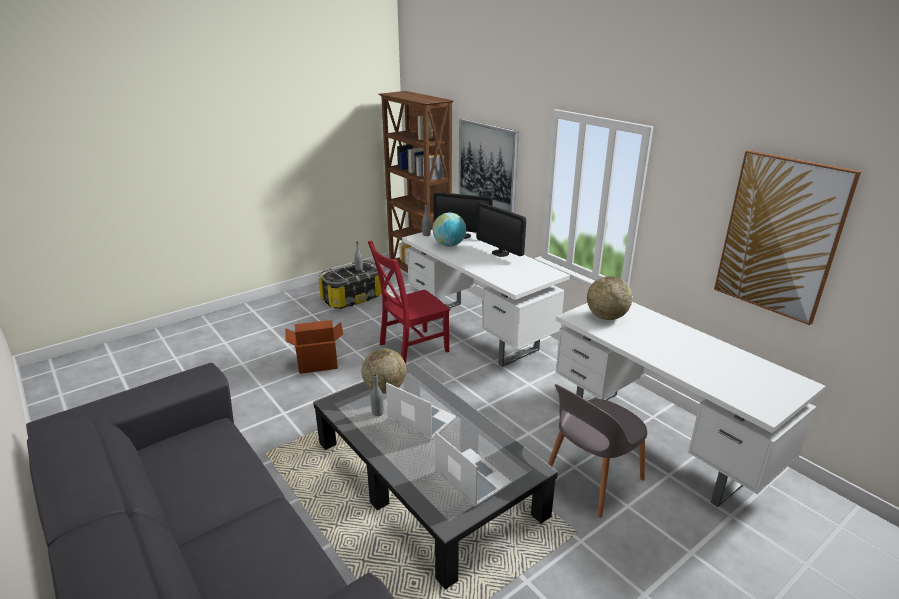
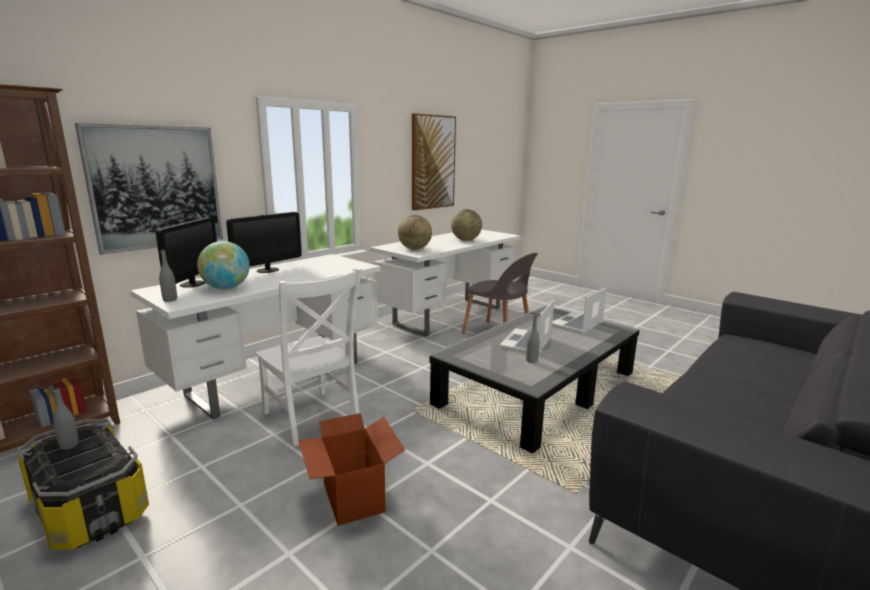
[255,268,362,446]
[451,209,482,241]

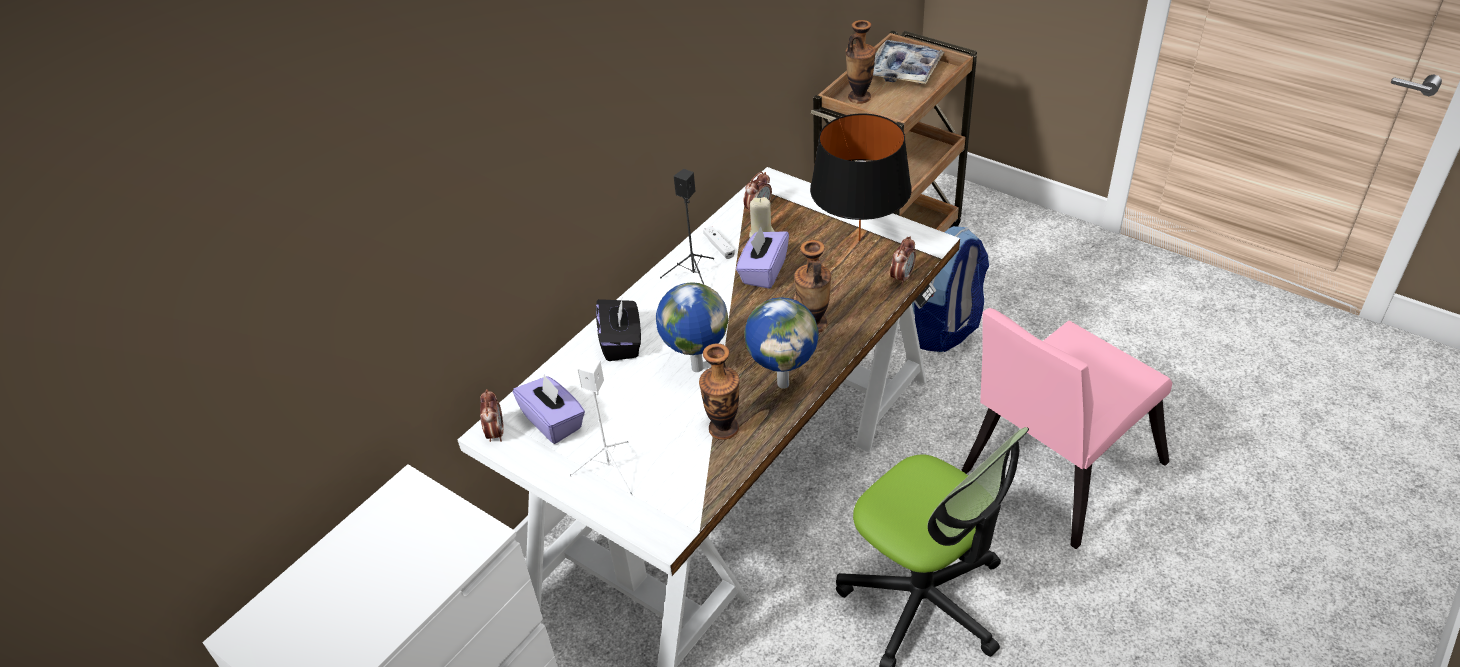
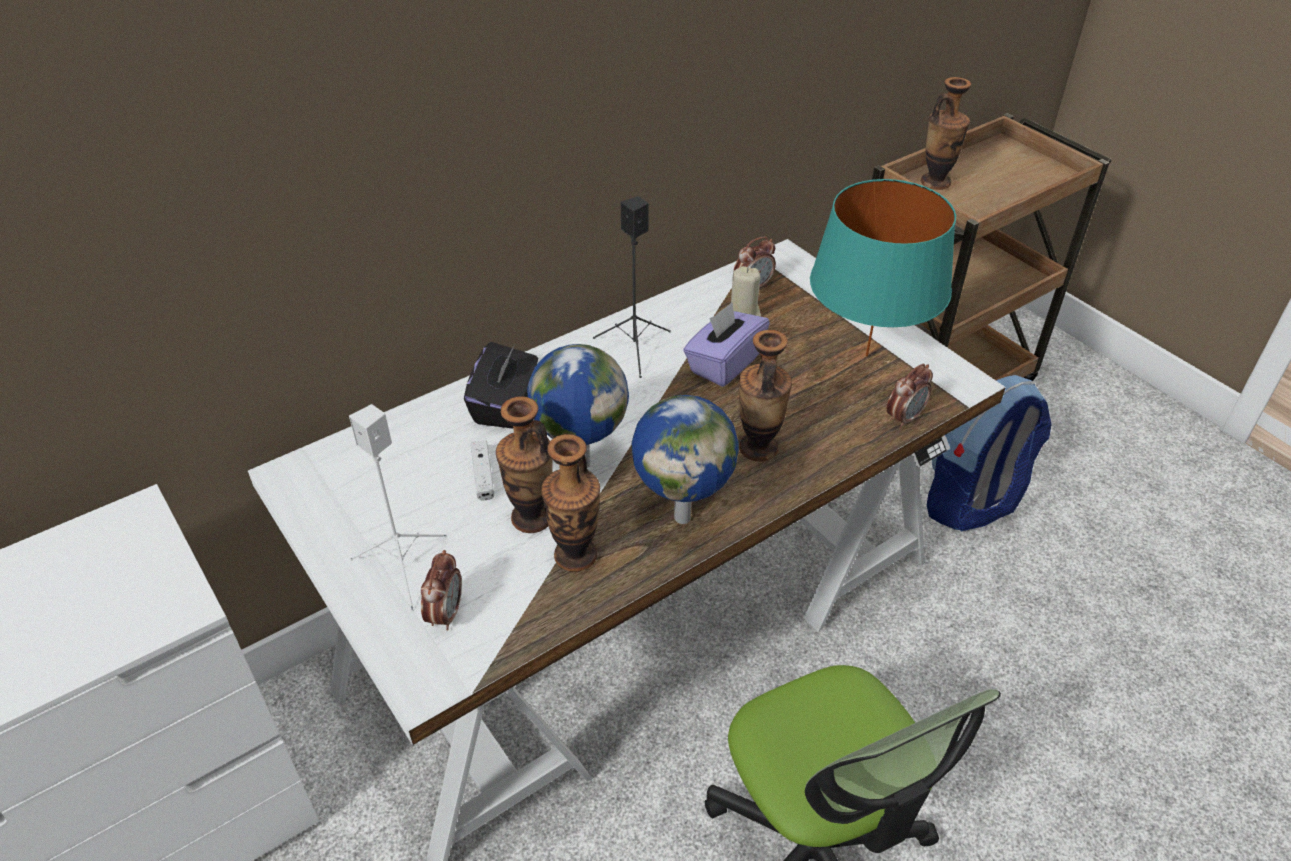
[873,40,944,84] (first image)
[810,179,956,356]
[471,440,494,501]
[961,308,1172,549] (first image)
[513,374,585,444] (first image)
[421,550,462,631]
[496,396,553,533]

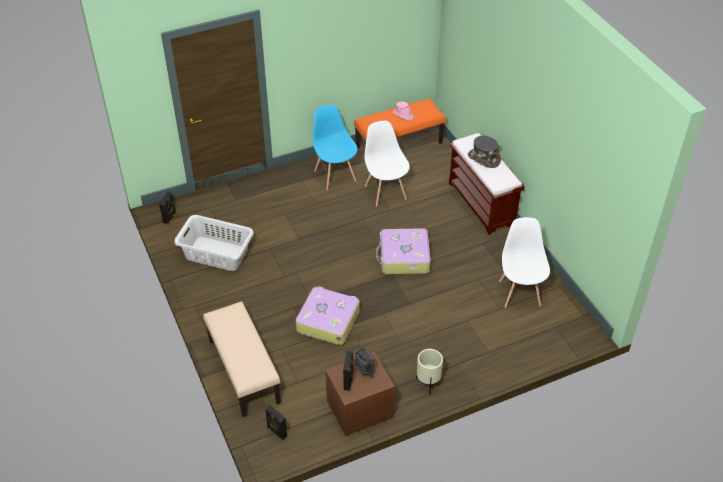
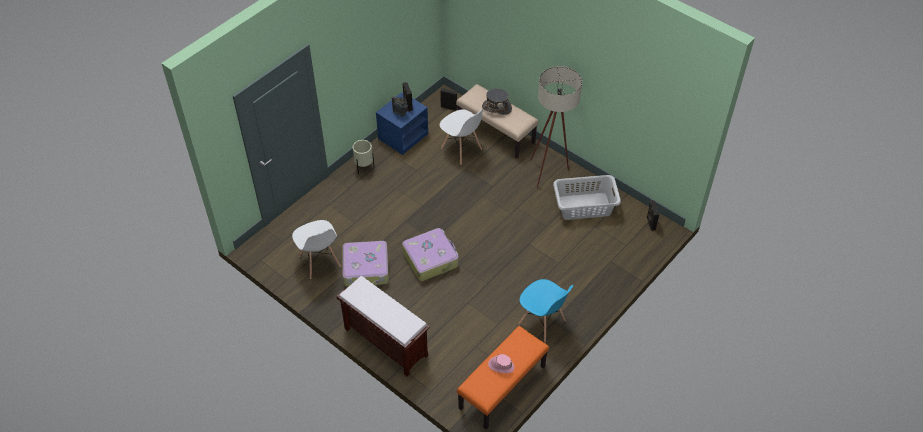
[440,109,483,165]
[482,88,512,115]
[343,241,389,287]
[376,92,428,155]
[530,66,582,189]

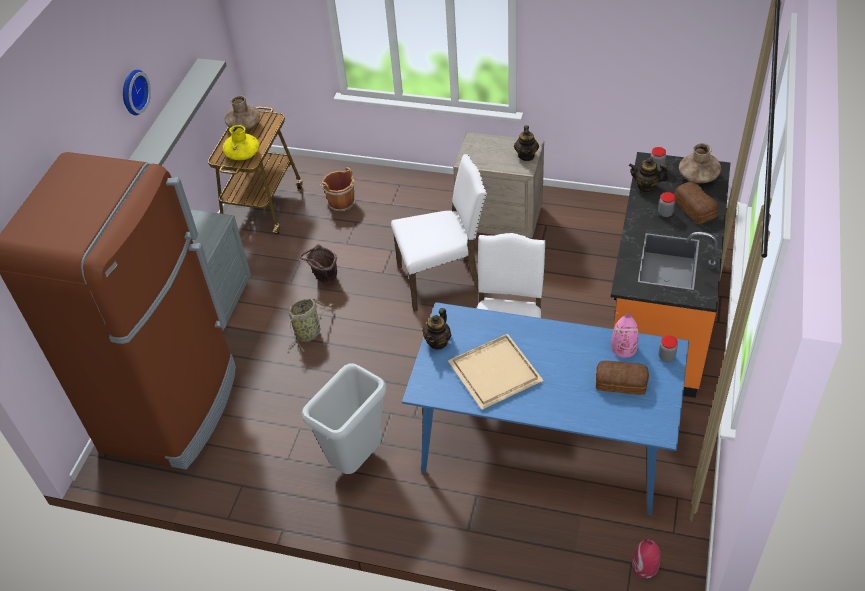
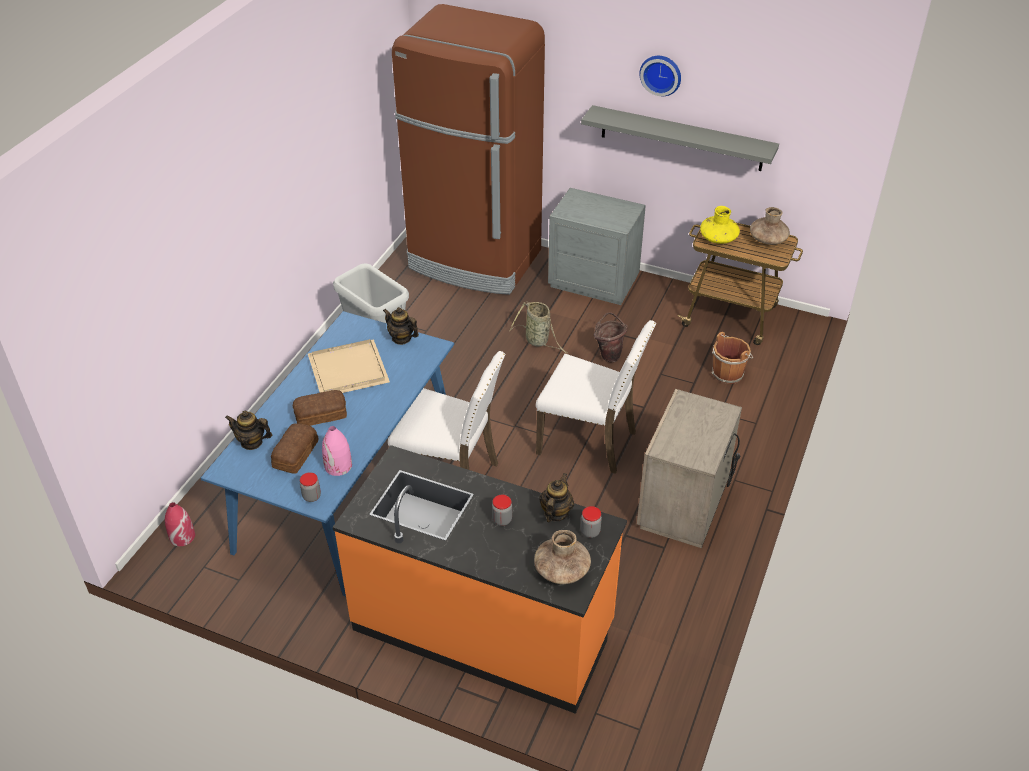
[225,411,272,450]
[536,320,656,474]
[293,390,347,426]

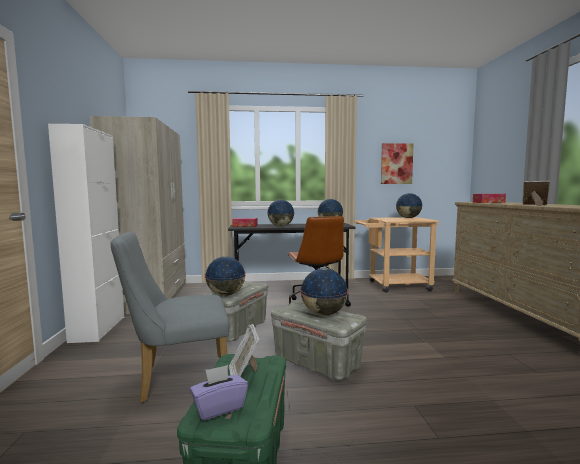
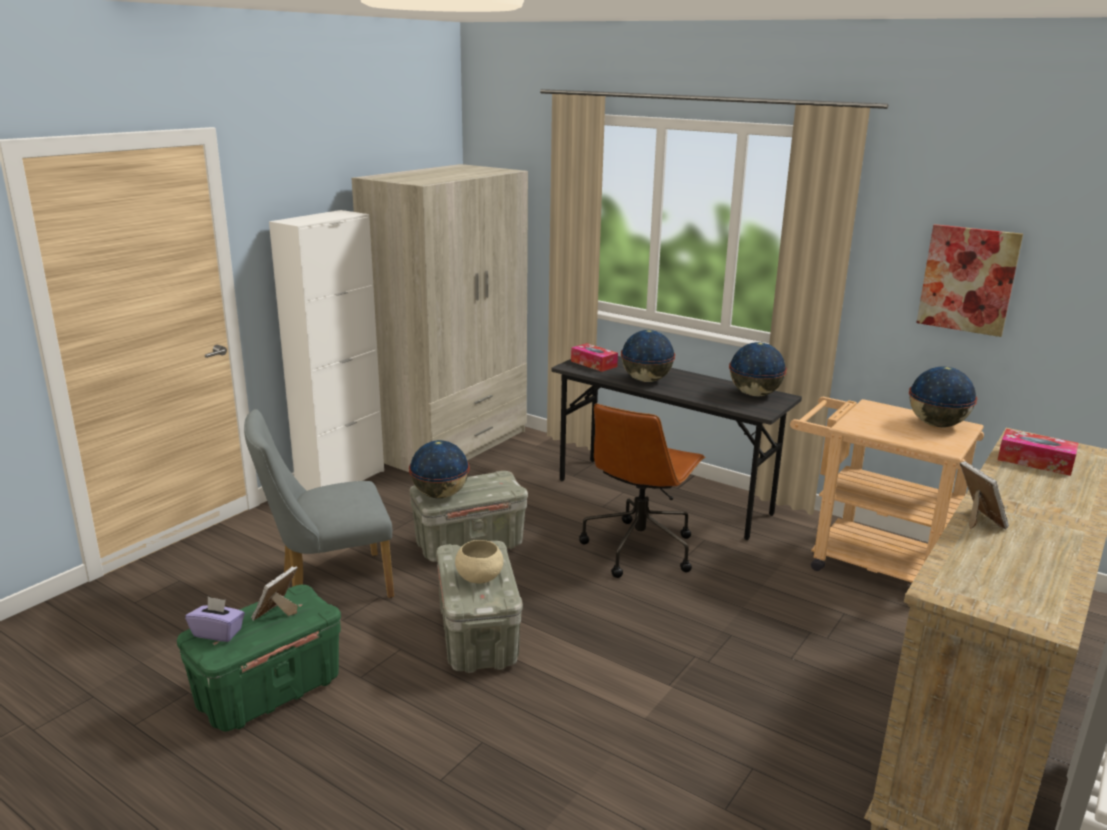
[244,409,394,598]
[455,540,504,584]

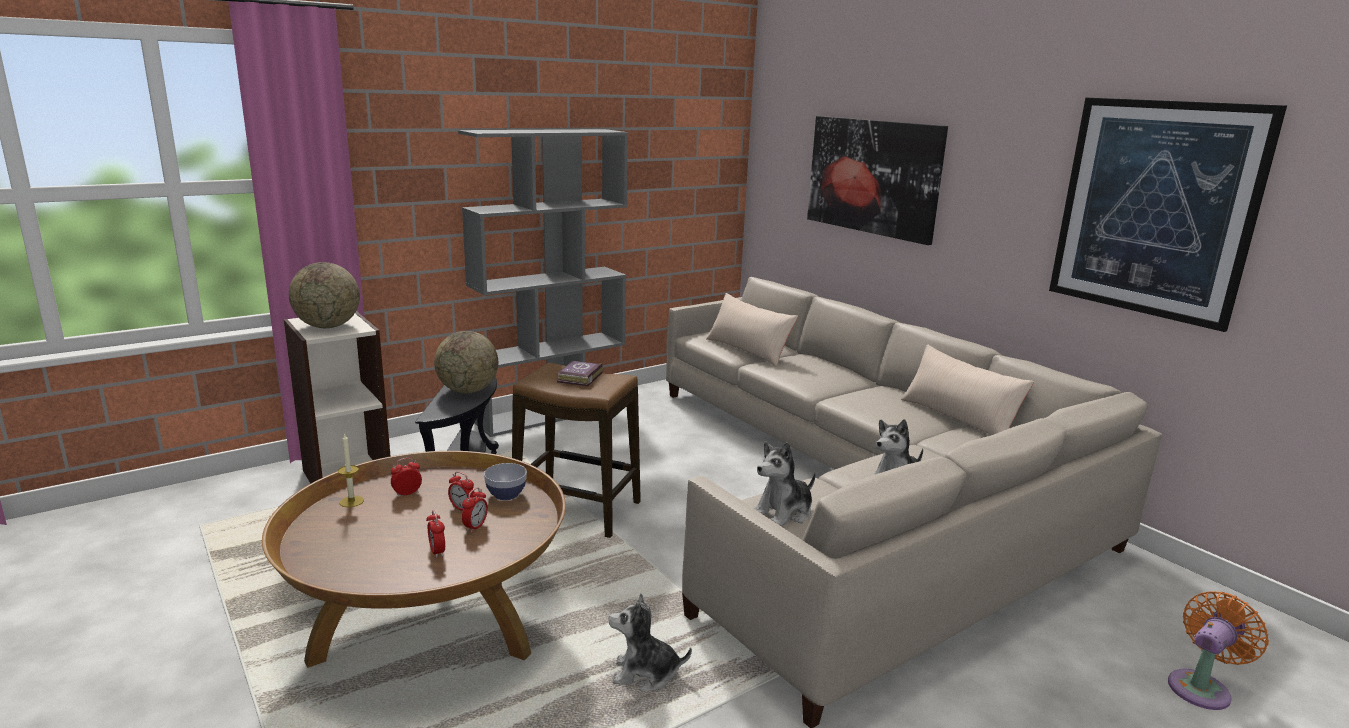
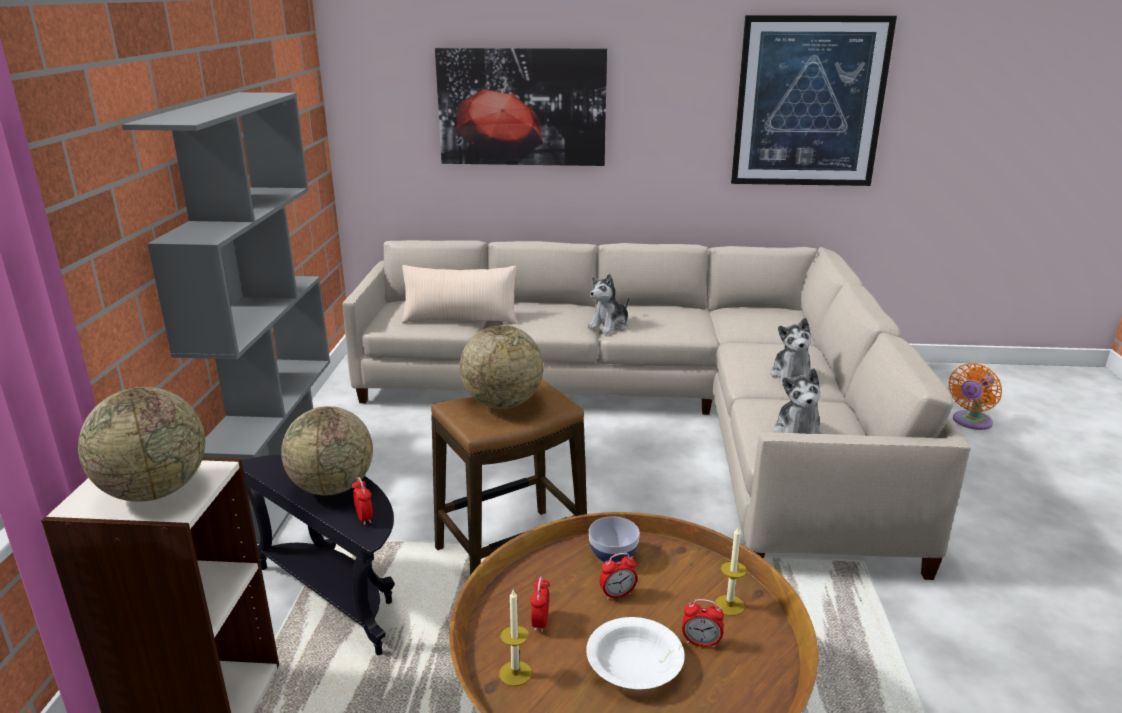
[901,345,1034,435] (first image)
[460,325,543,409]
[352,477,373,525]
[948,363,1002,430]
[587,274,629,334]
[715,527,747,616]
[586,617,685,689]

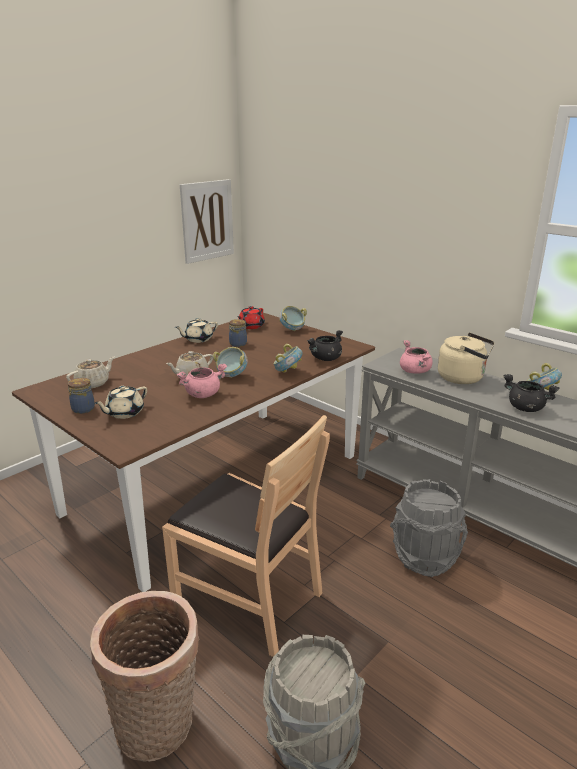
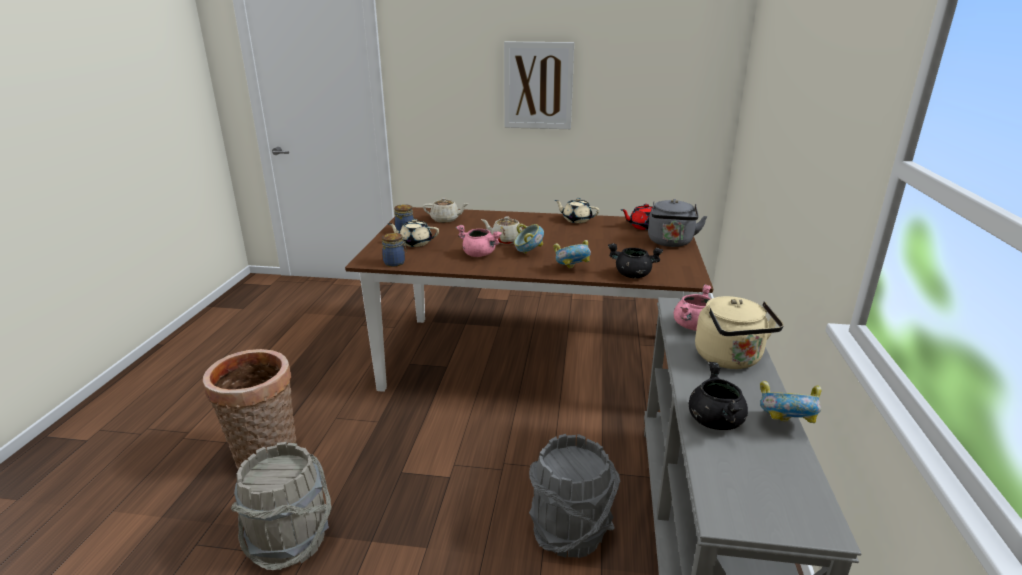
[504,42,574,129]
[648,199,707,247]
[382,233,407,267]
[162,415,330,657] (first image)

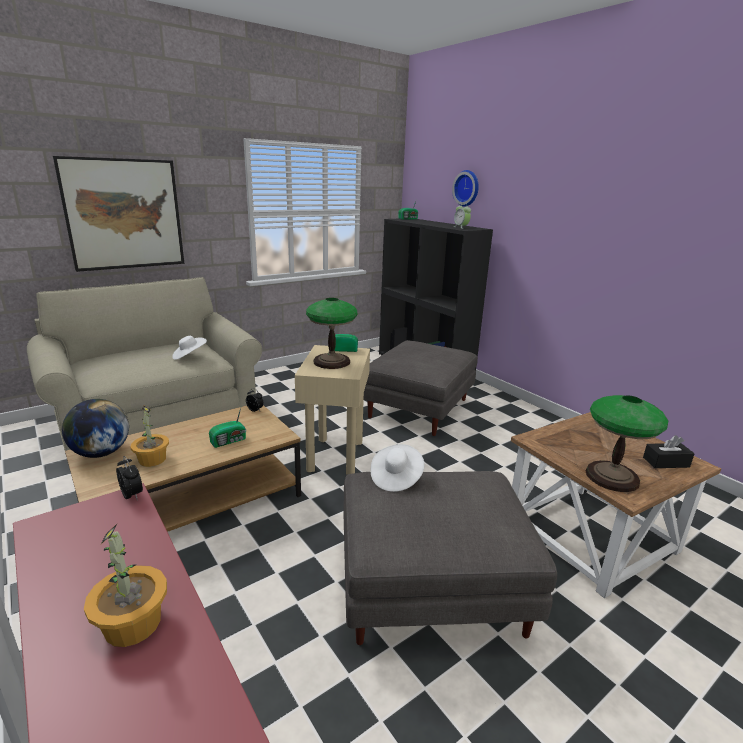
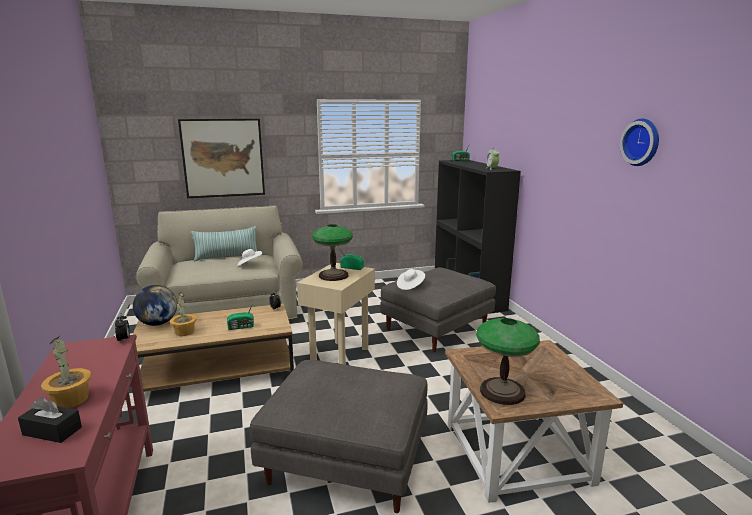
[620,119,659,166]
[18,397,82,443]
[397,269,425,290]
[191,226,257,261]

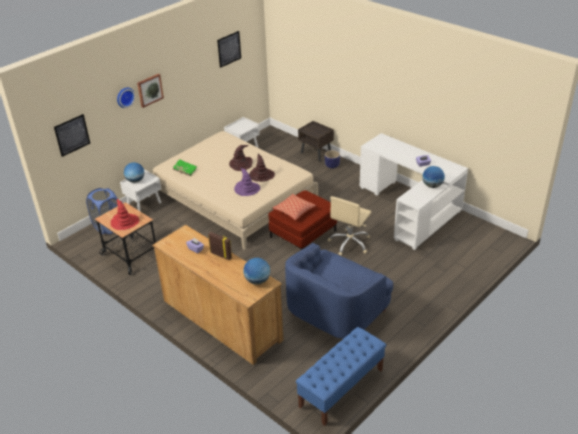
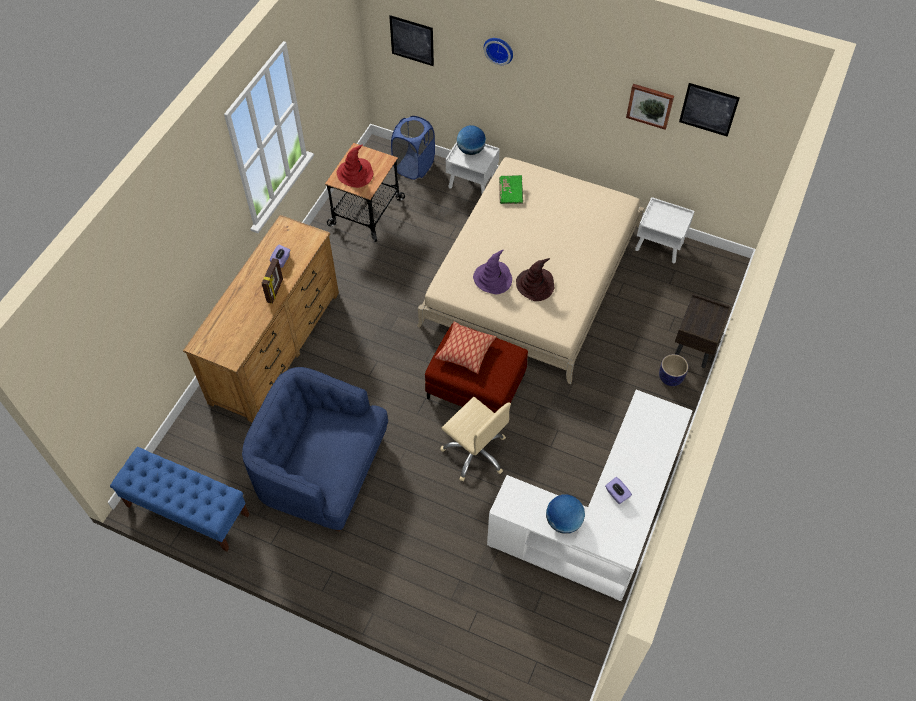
[626,84,674,130]
[229,145,253,171] (first image)
[440,397,511,481]
[243,258,270,285] (first image)

